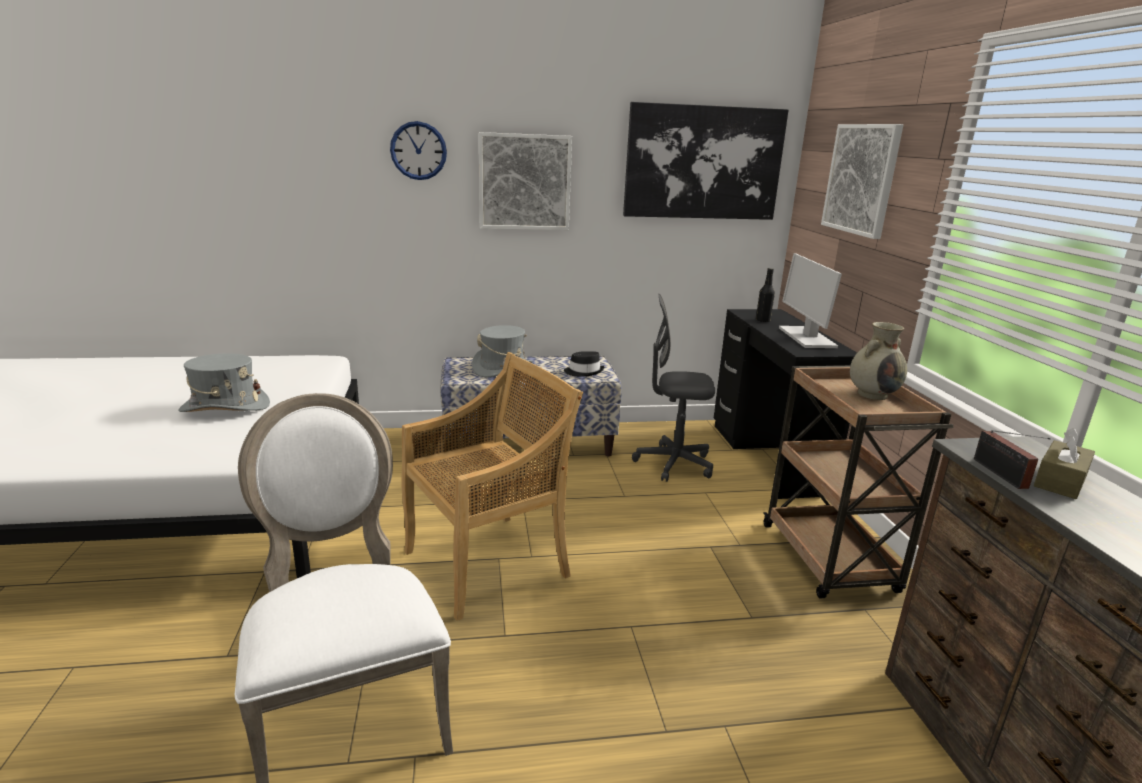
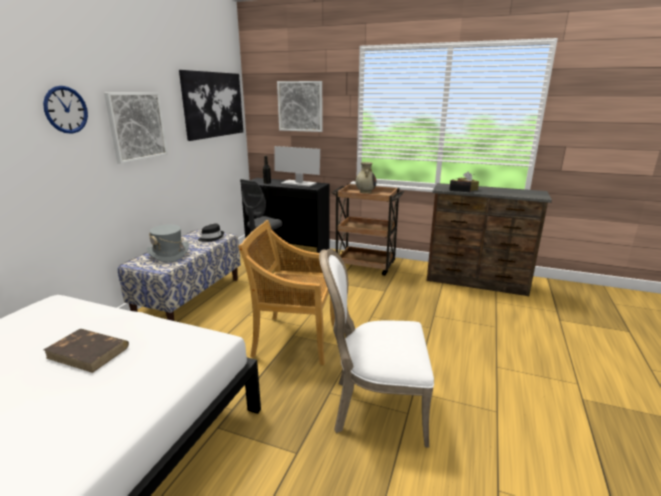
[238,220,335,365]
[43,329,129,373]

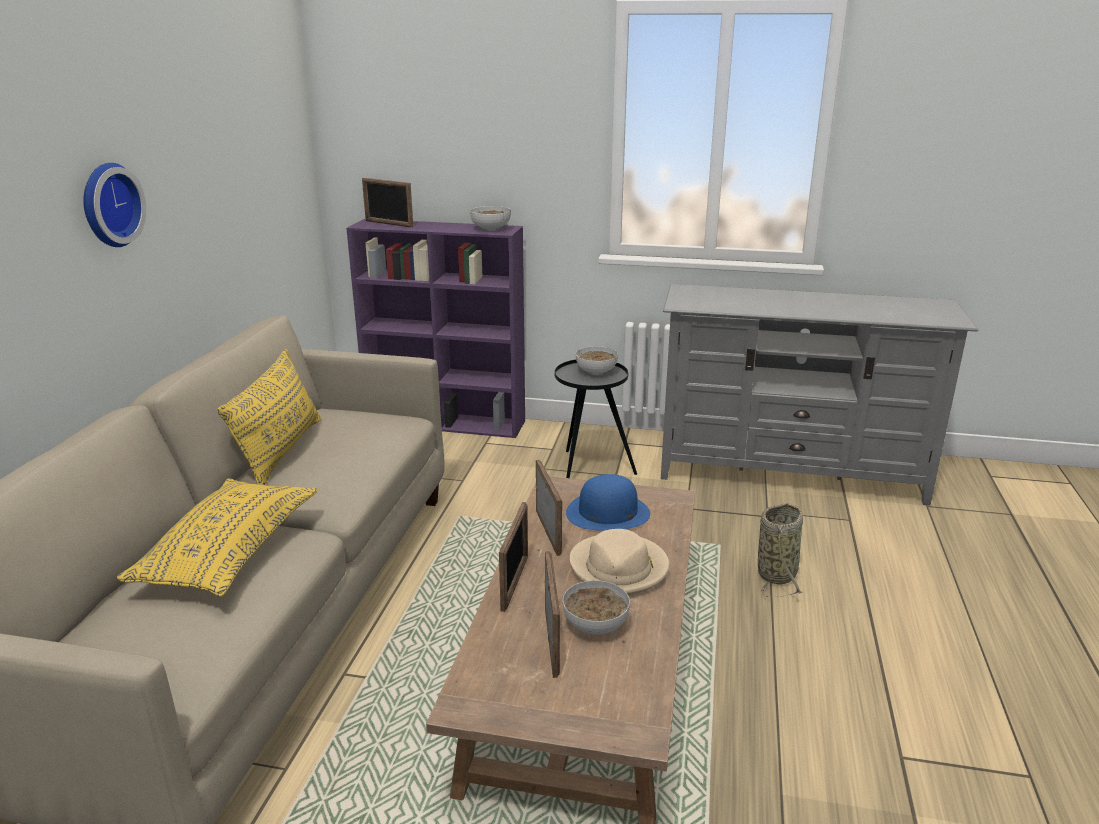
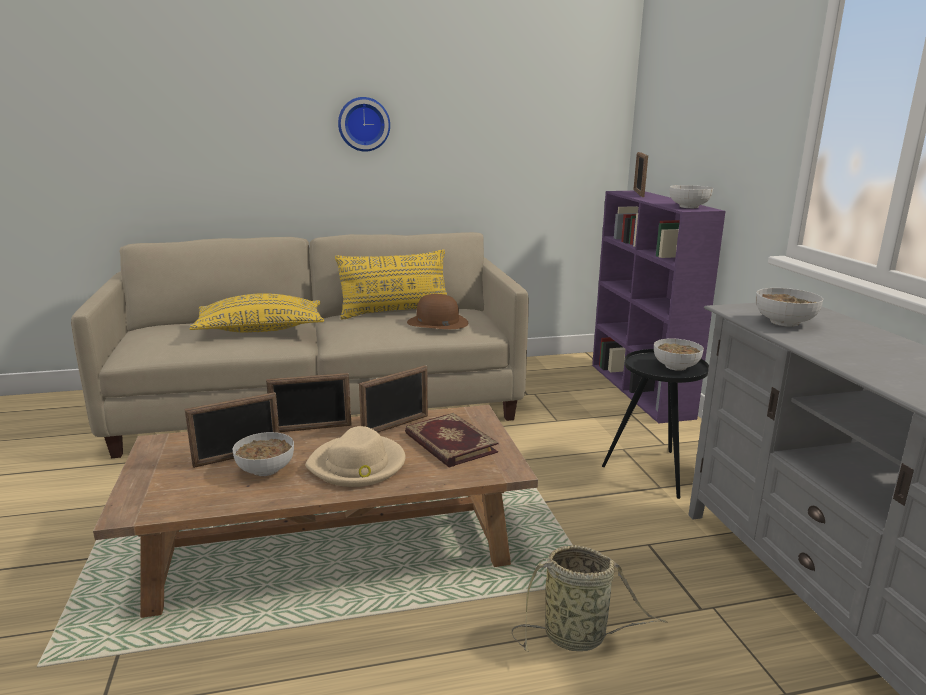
[405,413,499,467]
[756,288,823,327]
[407,294,468,329]

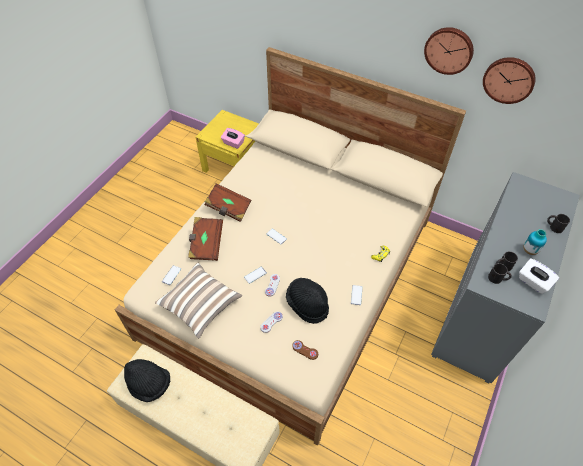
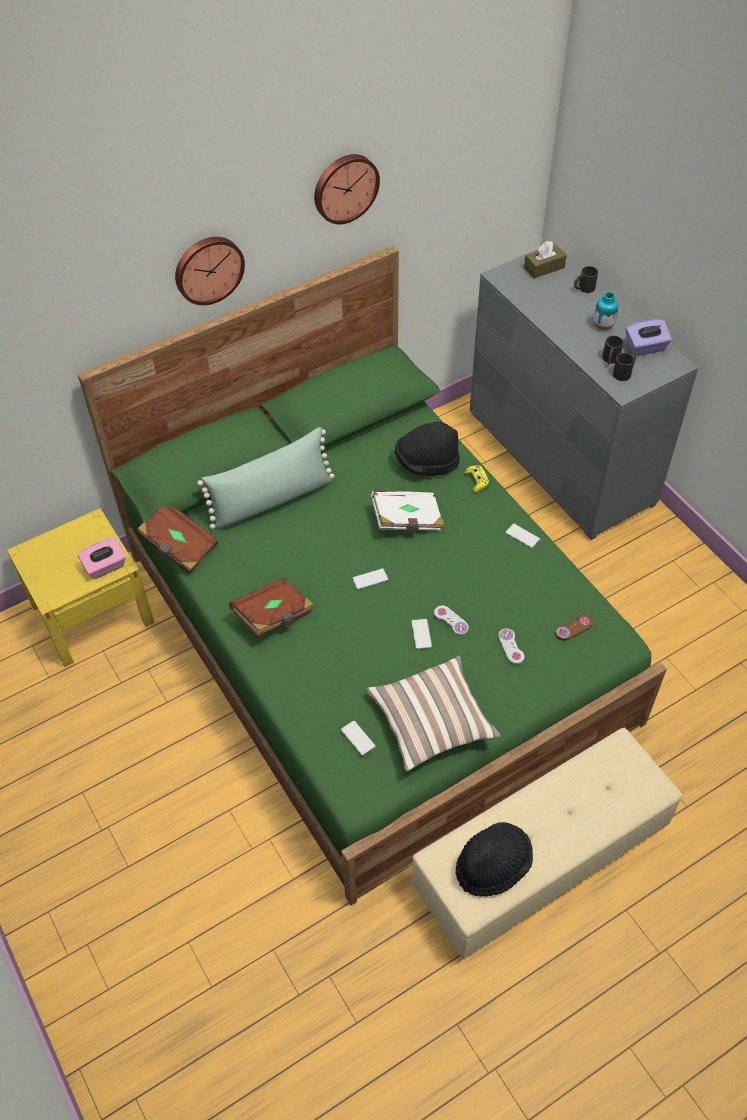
[78,246,667,906]
[175,237,245,305]
[137,507,219,574]
[626,319,672,356]
[395,421,460,476]
[524,241,567,279]
[197,427,335,529]
[371,490,445,533]

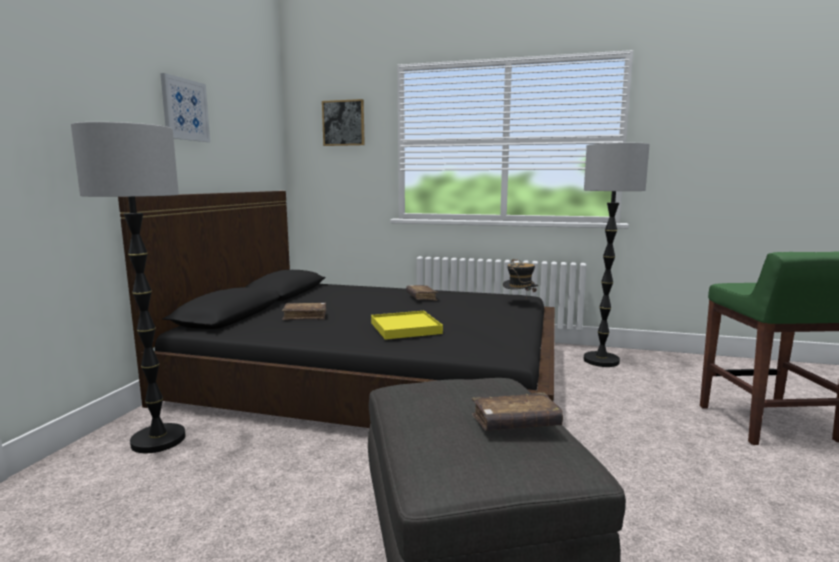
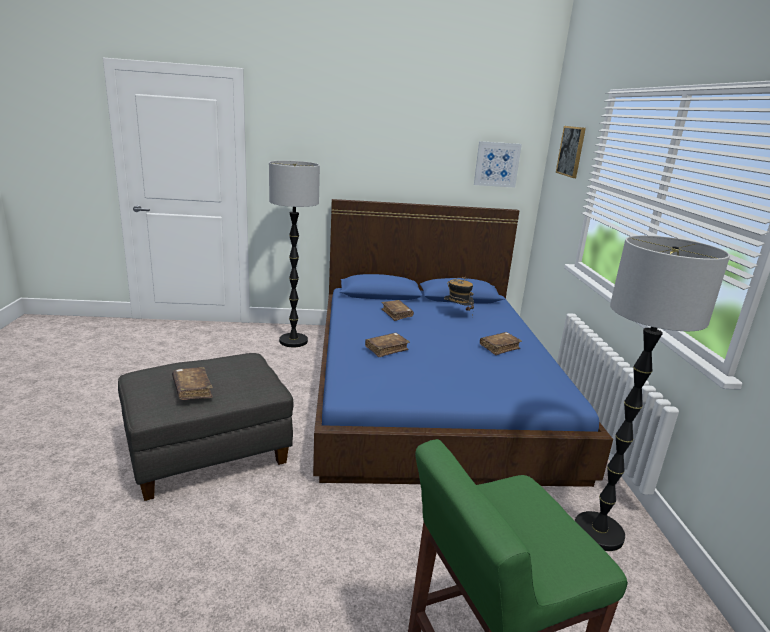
[474,141,522,188]
[313,199,613,487]
[444,277,474,317]
[365,333,410,357]

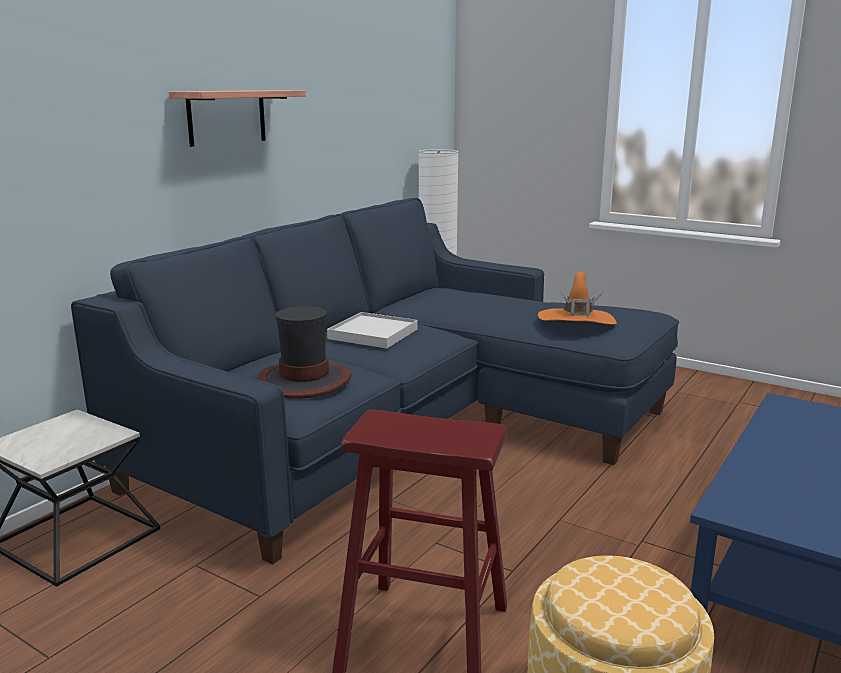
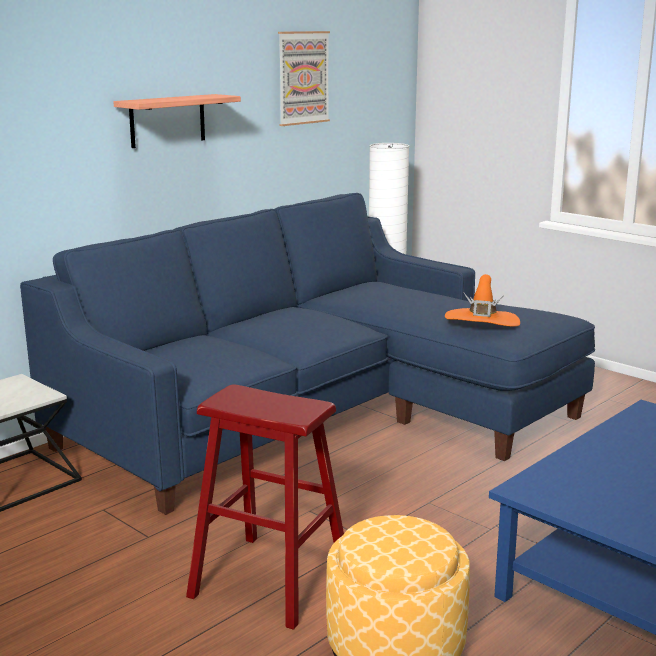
[257,306,351,399] (first image)
[327,312,418,349] (first image)
[278,31,330,126]

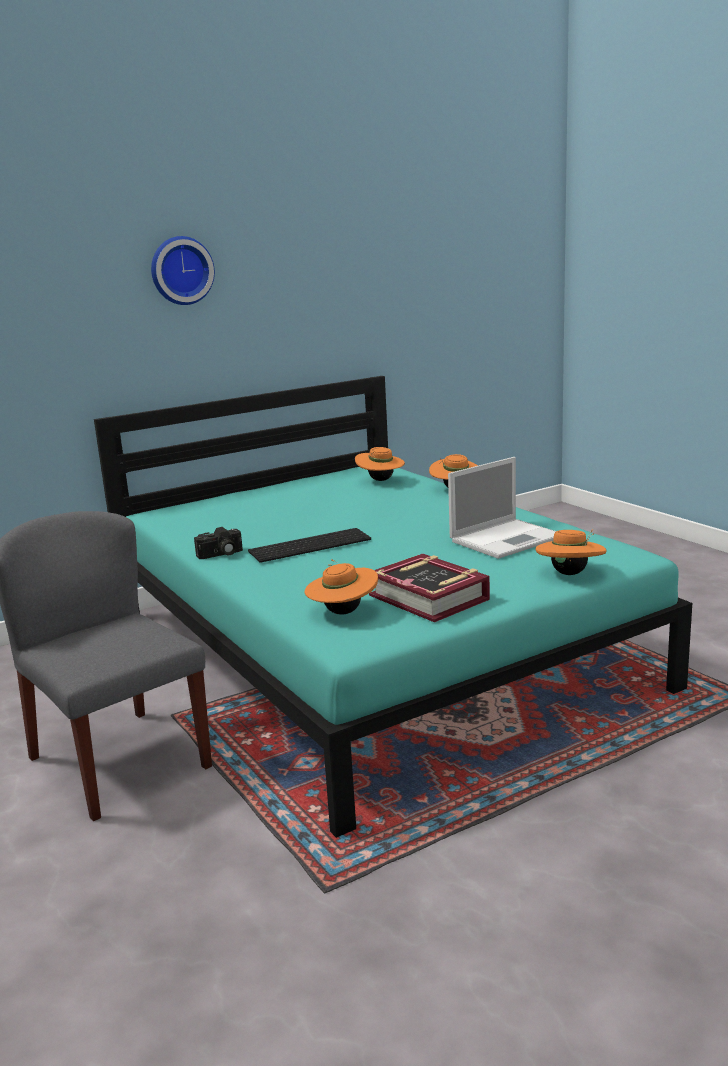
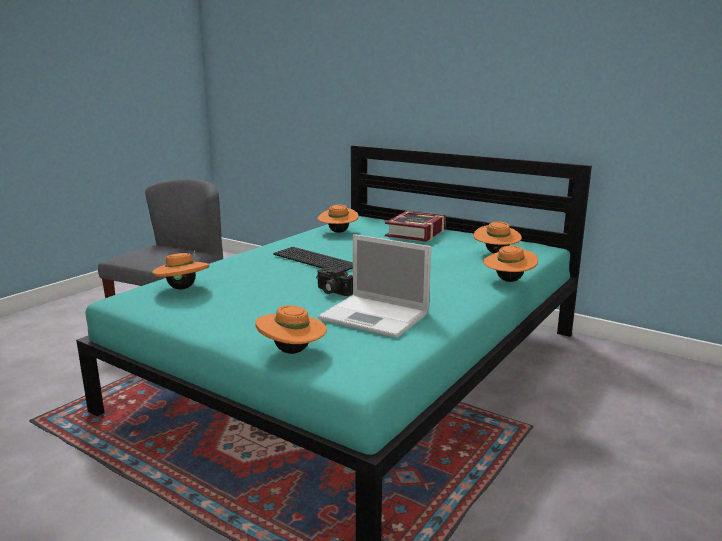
[151,236,215,305] (first image)
[316,268,353,296]
[385,211,446,242]
[318,205,359,233]

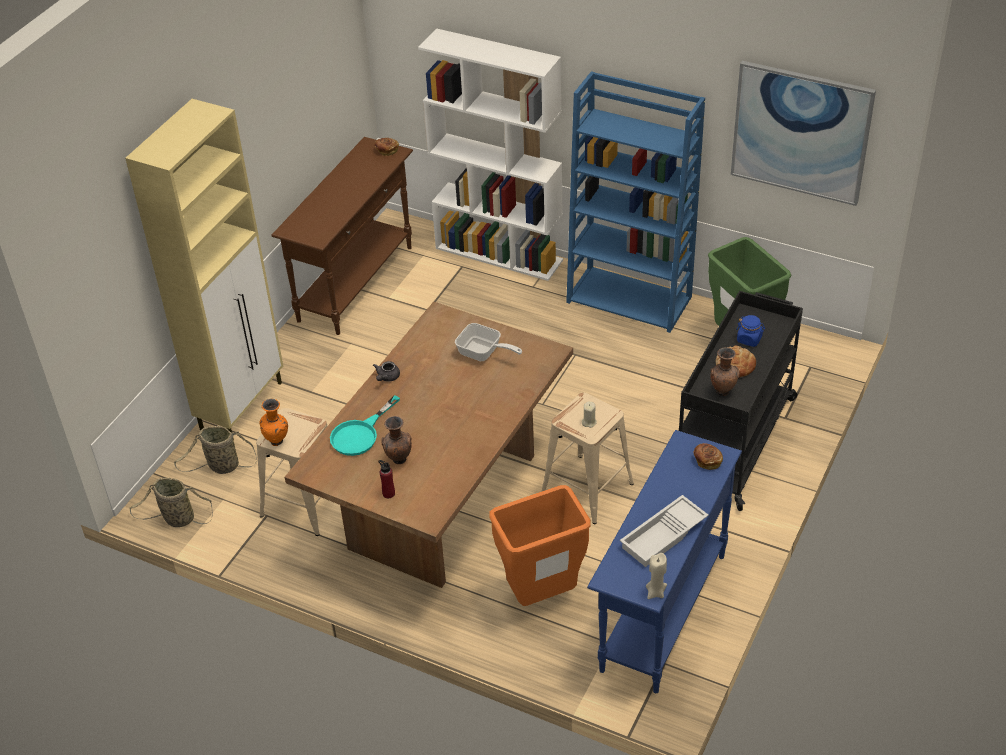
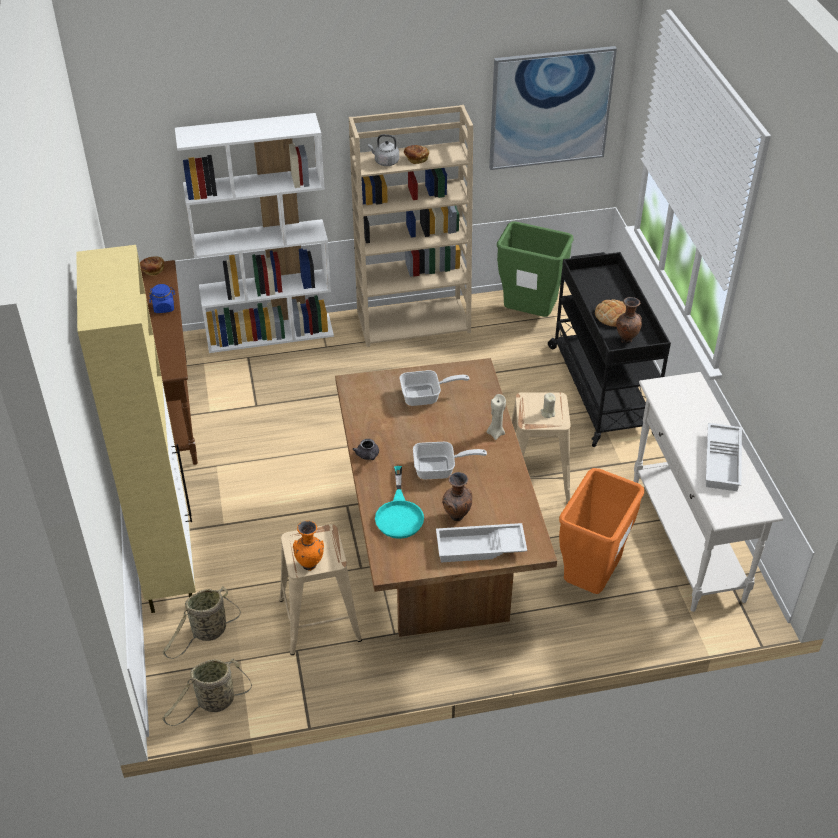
[349,105,473,347]
[149,284,175,313]
[634,372,784,612]
[404,145,429,164]
[436,523,527,562]
[487,394,506,440]
[368,134,399,166]
[413,442,487,479]

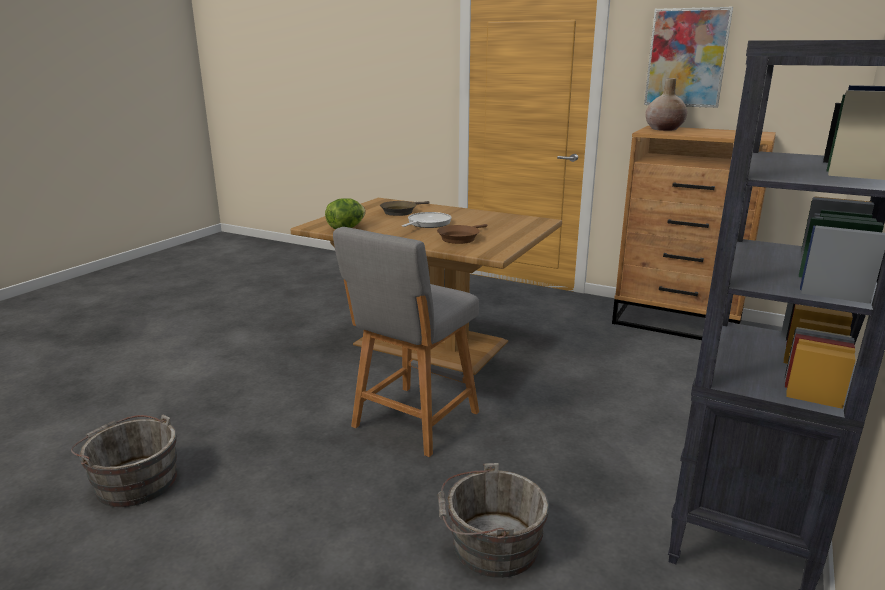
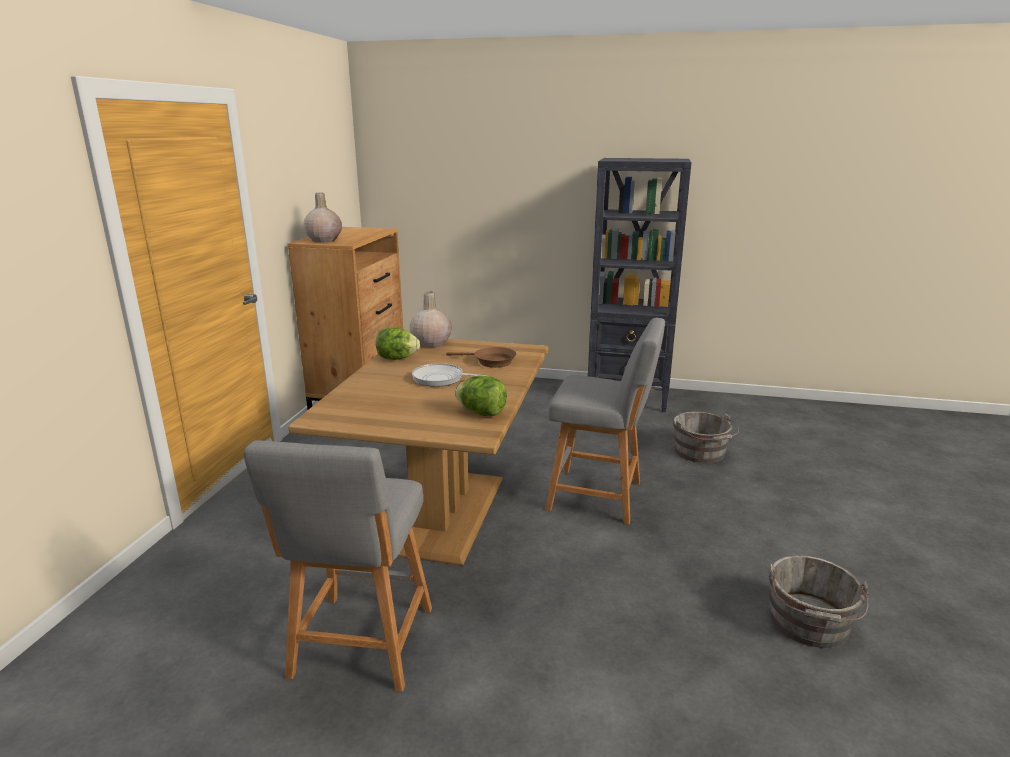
[644,7,733,108] (first image)
[380,201,430,216] (first image)
[409,291,452,347]
[376,328,420,360]
[244,440,432,692]

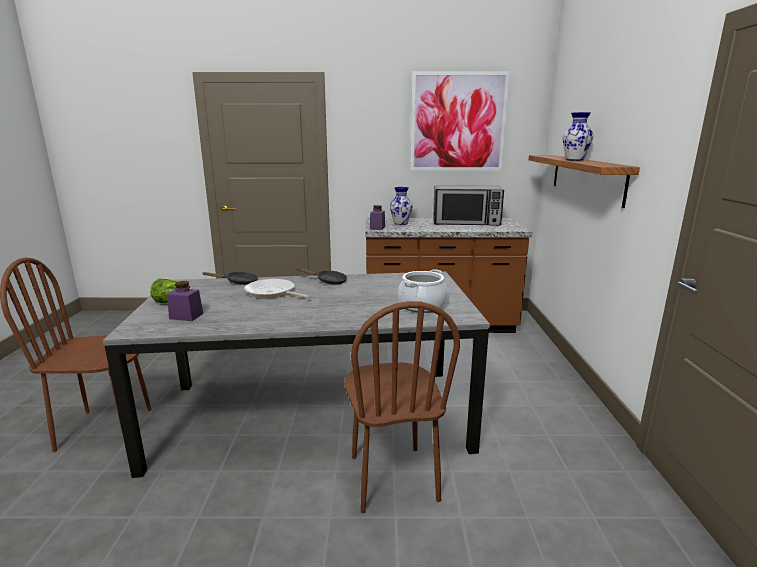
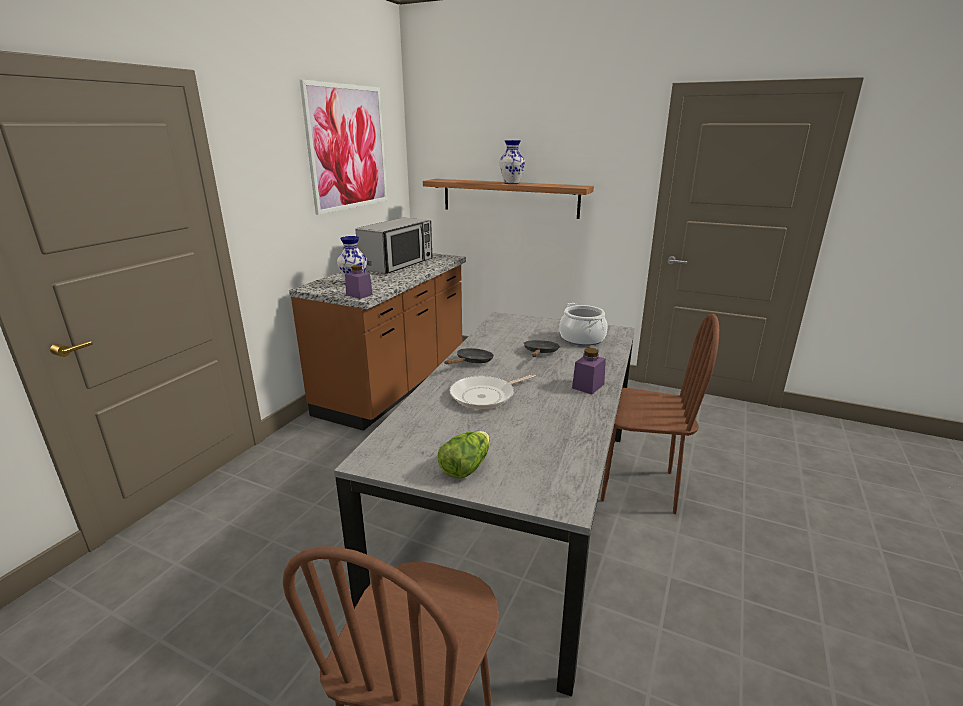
[524,340,560,357]
[572,348,606,394]

